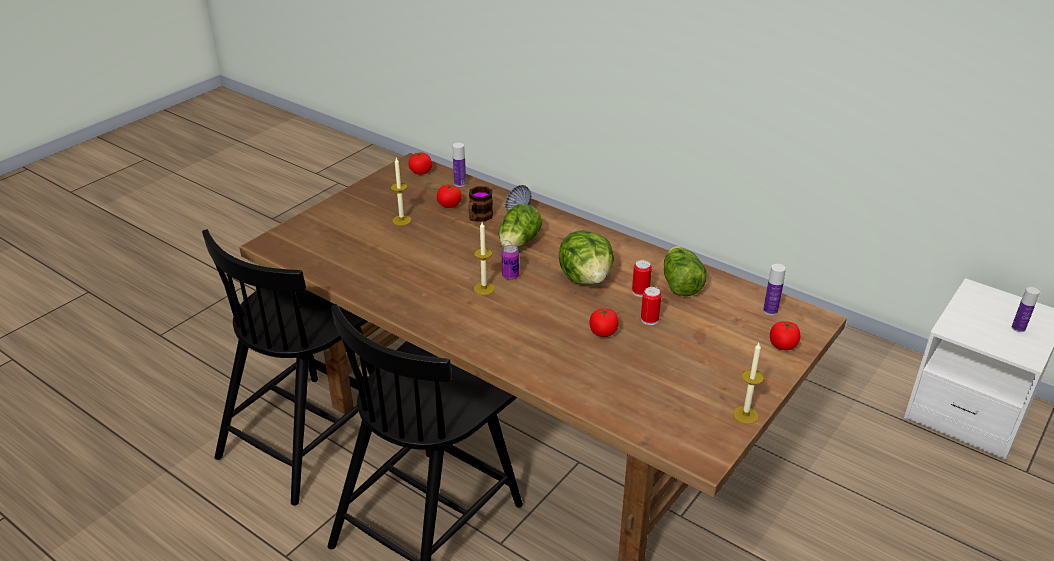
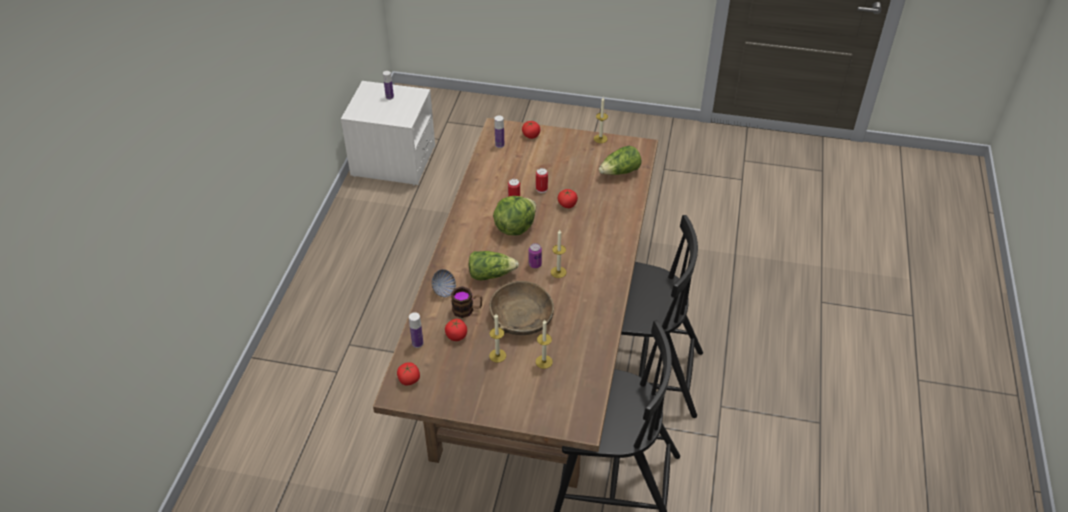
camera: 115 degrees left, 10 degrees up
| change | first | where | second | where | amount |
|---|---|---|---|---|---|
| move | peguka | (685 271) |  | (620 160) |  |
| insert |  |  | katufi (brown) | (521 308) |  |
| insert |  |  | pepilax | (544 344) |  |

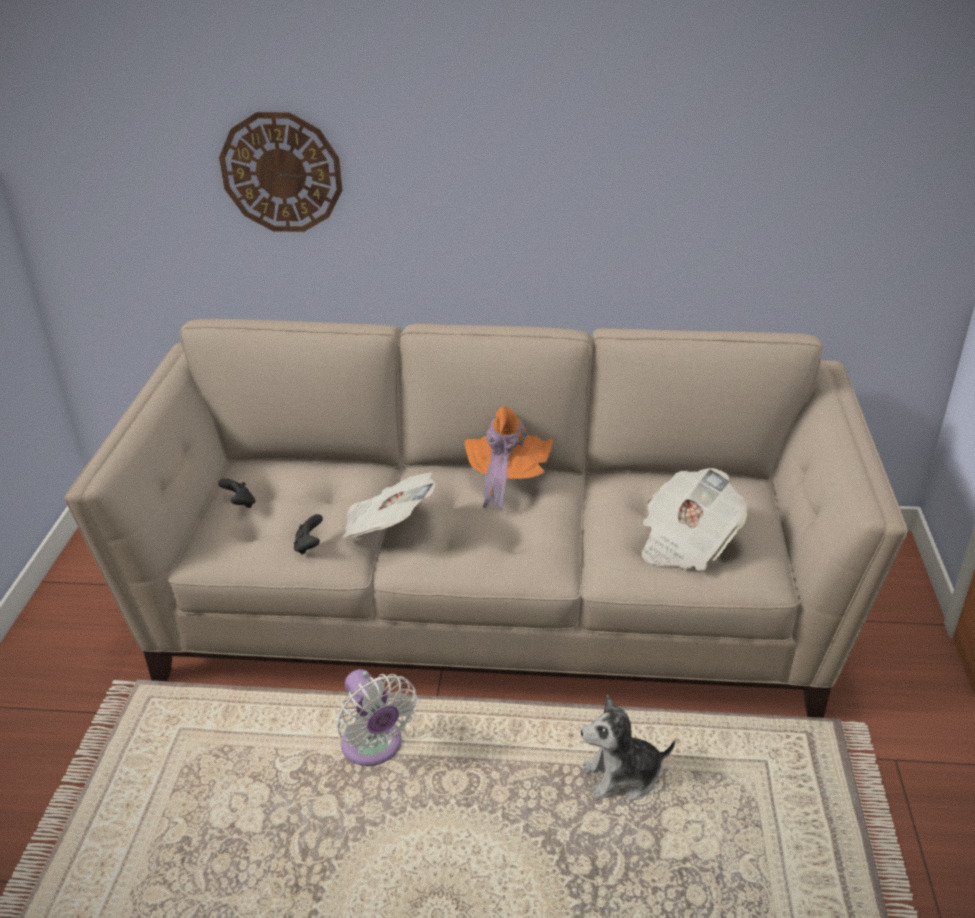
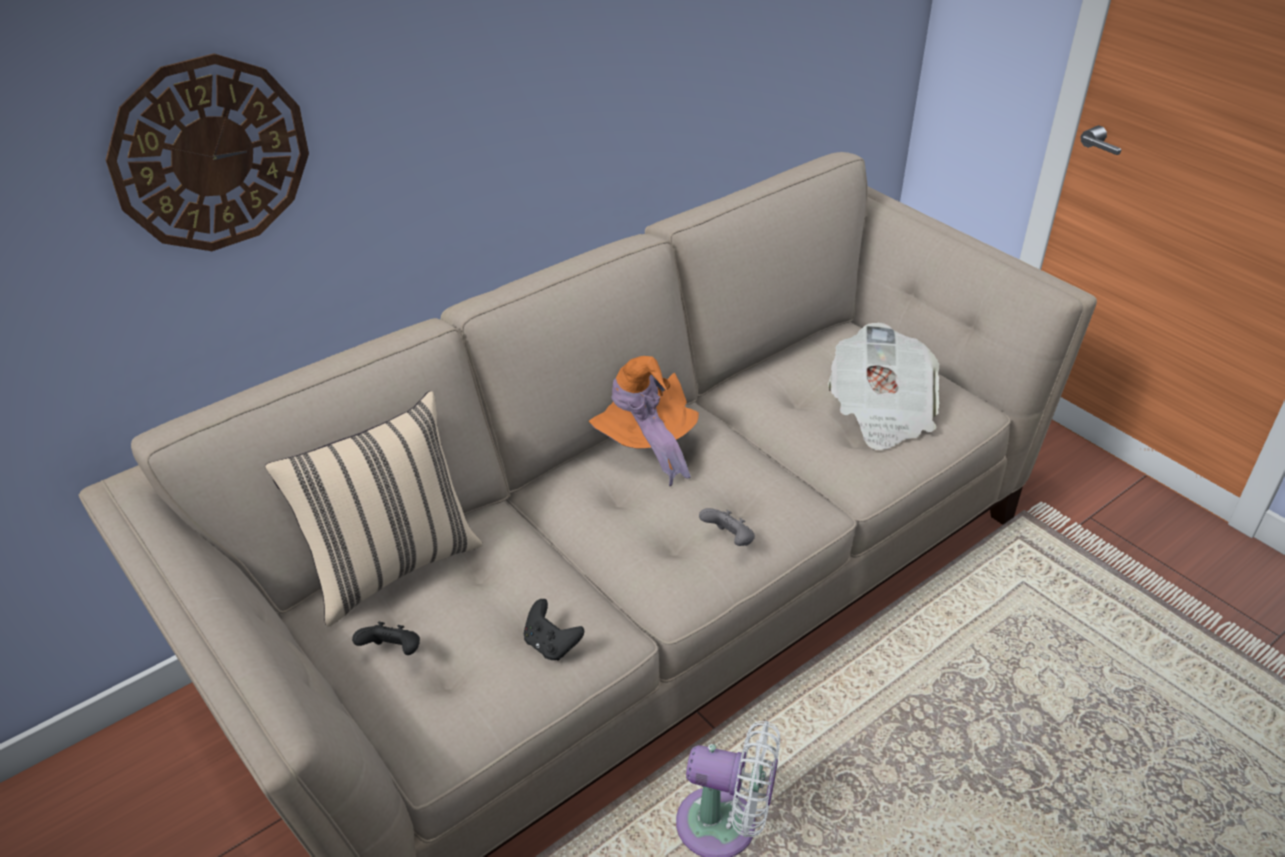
camera: 45 degrees left, 5 degrees up
| change | first | where | second | where | amount |
|---|---|---|---|---|---|
| delete | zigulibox | (388 505) |  |  |  |
| delete | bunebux | (628 748) |  |  |  |
| insert |  |  | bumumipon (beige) | (374 509) |  |
| insert |  |  | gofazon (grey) | (727 527) |  |

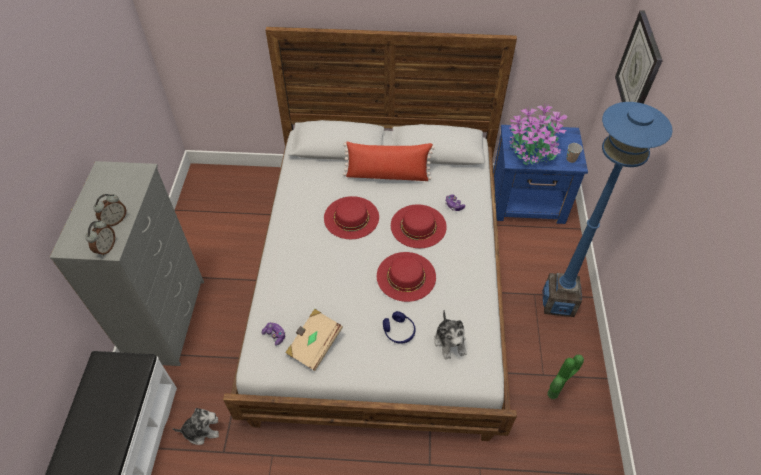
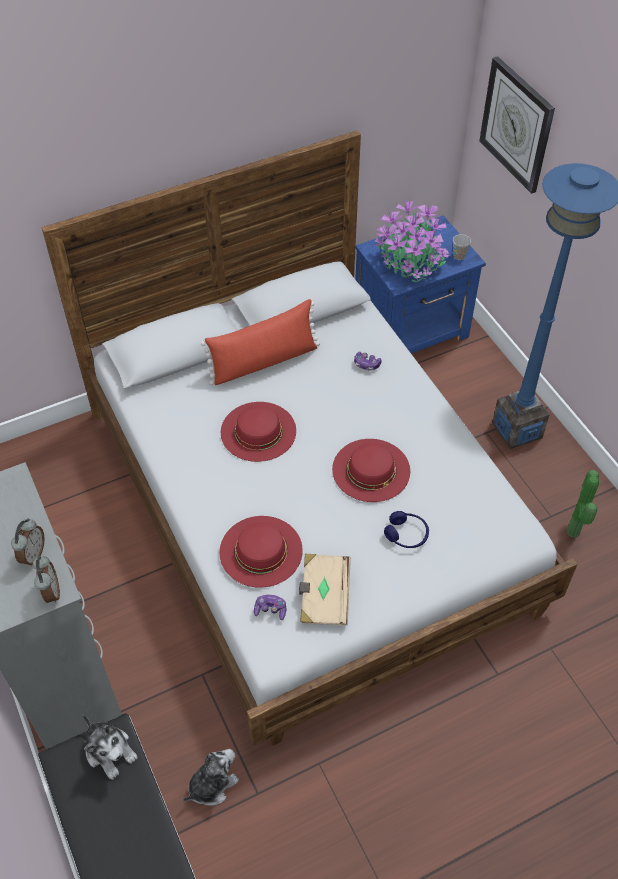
camera: 30 degrees left, 0 degrees up
| change | first | where | second | where | amount |
|---|---|---|---|---|---|
| move | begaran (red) | (419 226) |  | (261 552) |  |
| move | bunebux | (450 335) |  | (110 747) |  |

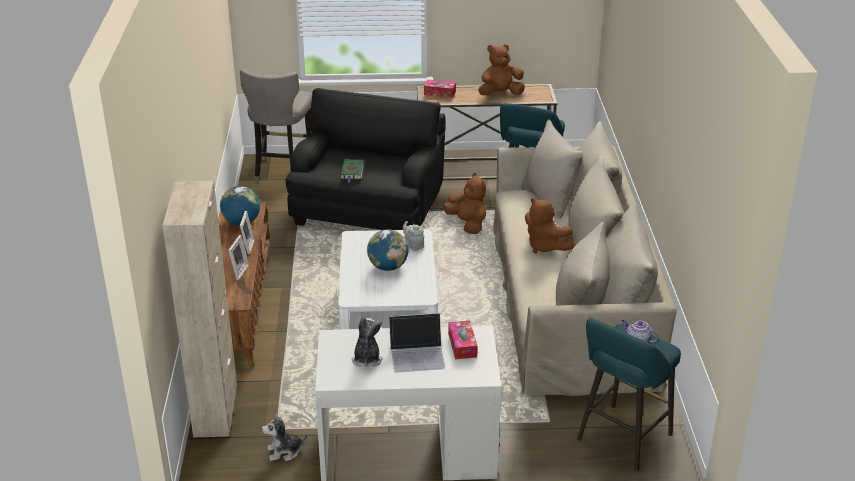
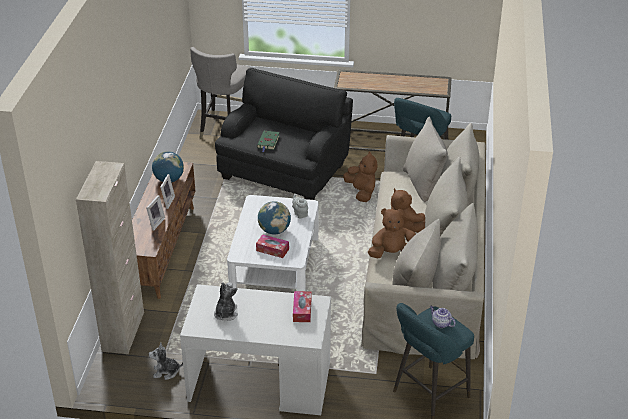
camera: 10 degrees right, 5 degrees up
| change | first | where | second | where | amount |
|---|---|---|---|---|---|
| delete | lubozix | (417 342) |  |  |  |
| move | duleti | (440 88) |  | (272 246) |  |
| move | bunebux (brown) | (501 69) |  | (392 233) |  |

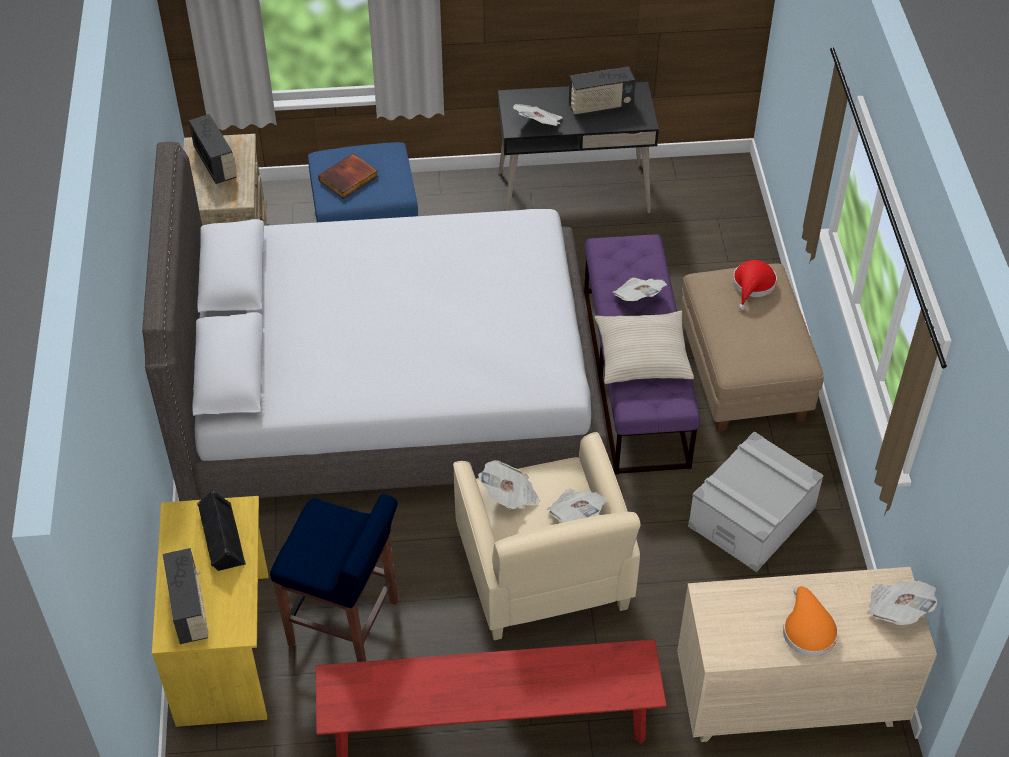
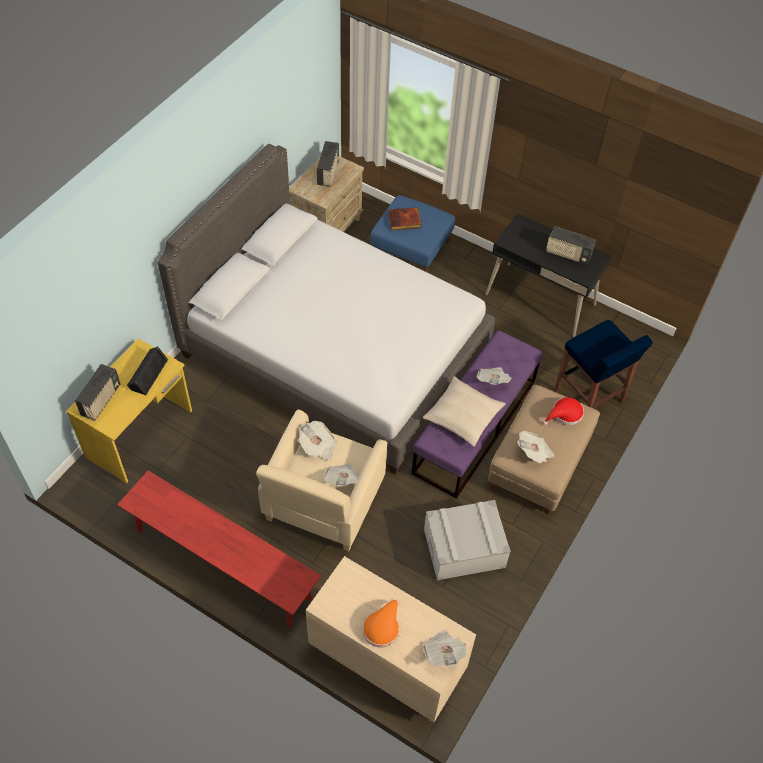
camera: 35 degrees right, 5 degrees up
| change | first | where | second | where | amount |
|---|---|---|---|---|---|
| move | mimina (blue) | (334 578) |  | (603 364) |  |
| move | zigulibox | (538 115) |  | (536 447) |  |

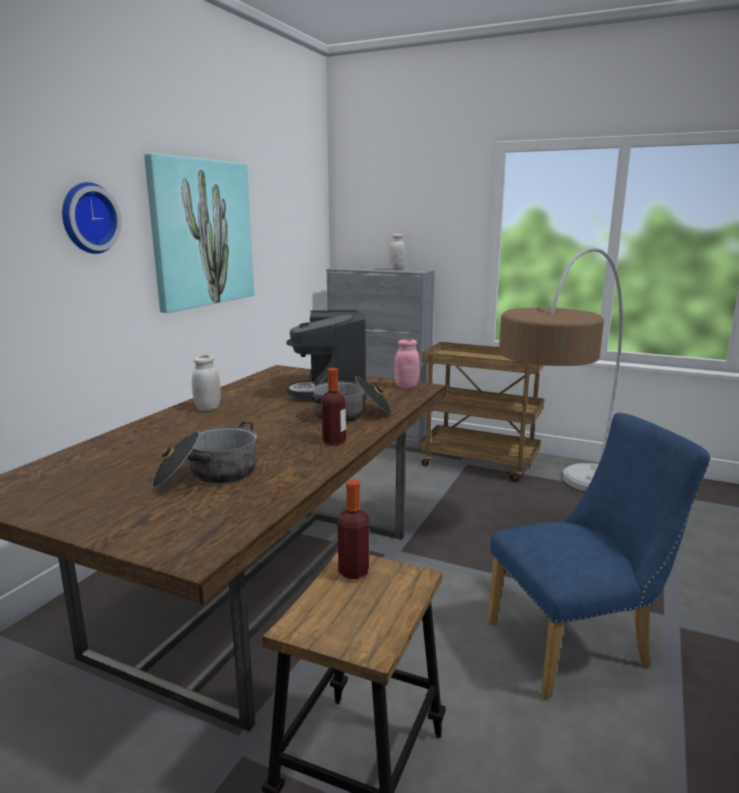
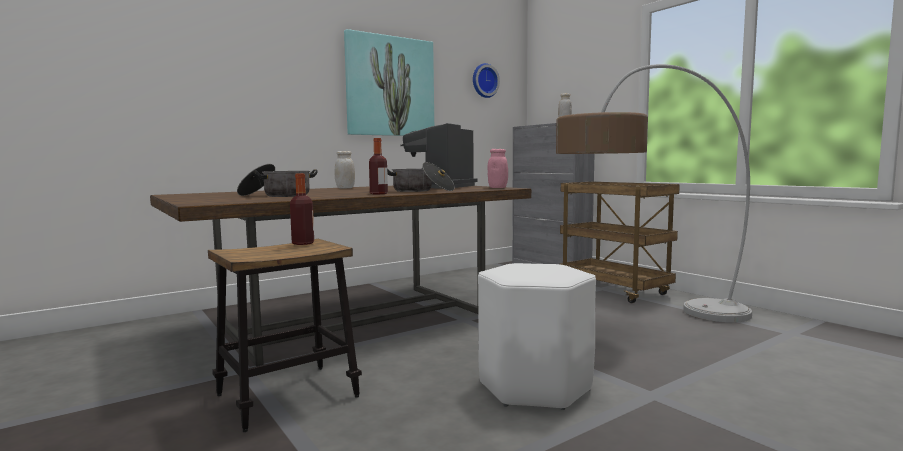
camera: 30 degrees right, 10 degrees down
| change | first | where | second | where | amount |
|---|---|---|---|---|---|
| move | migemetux | (92 218) |  | (486 80) |  |
| replace | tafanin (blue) | (599 556) | mimina (white) | (537 336) |  |

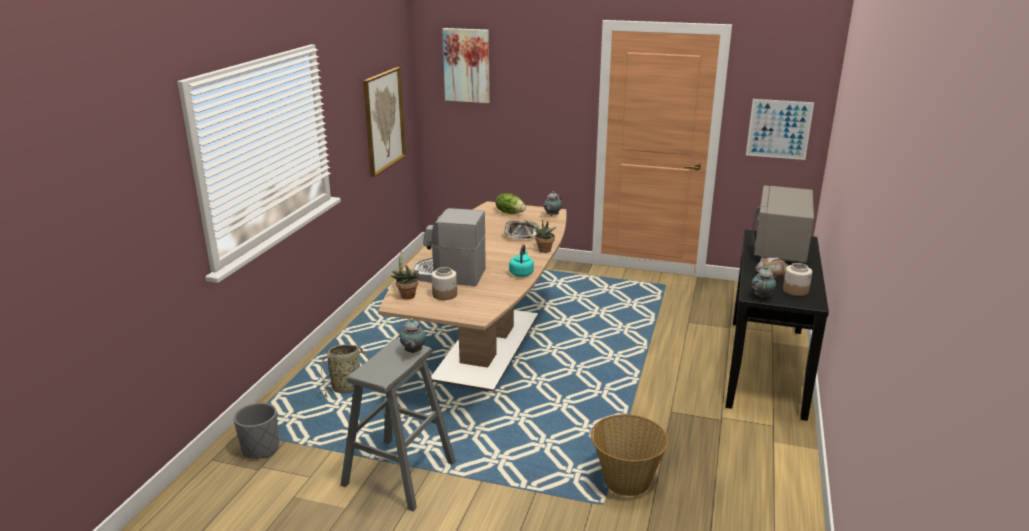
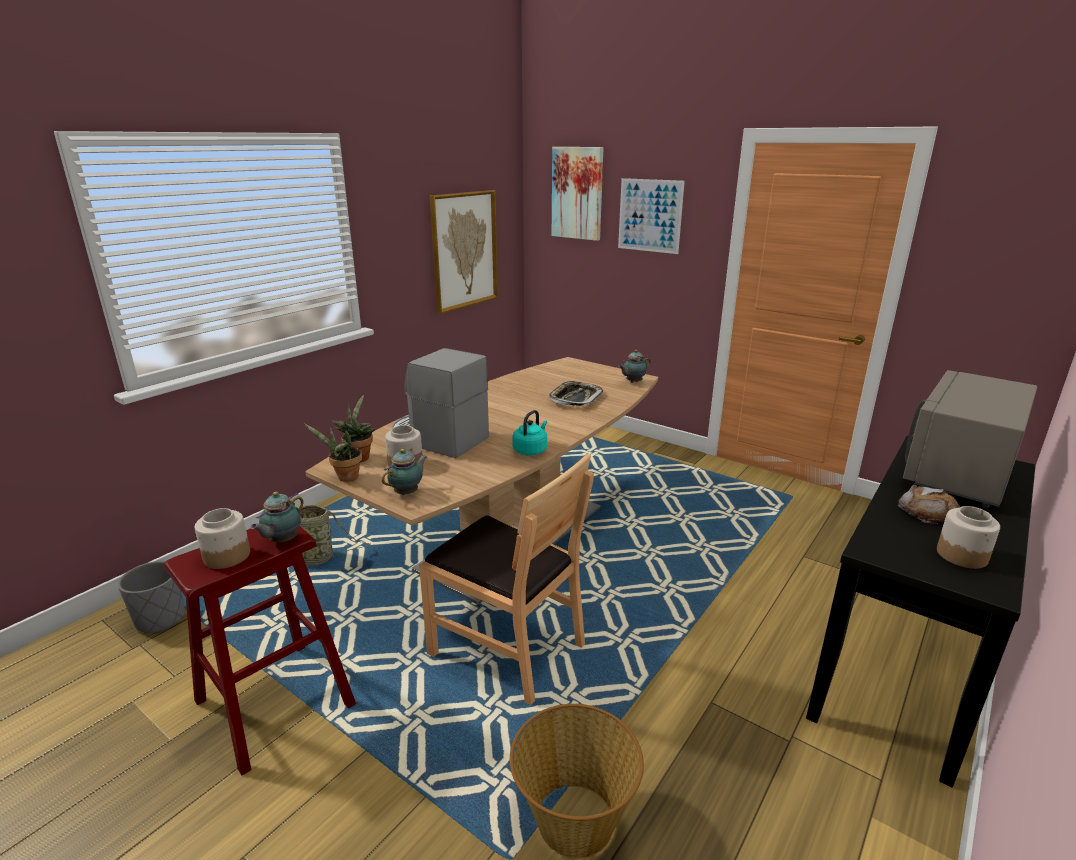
camera: 20 degrees right, 0 degrees up
| change | first | where | second | where | amount |
|---|---|---|---|---|---|
| recolor | mimina (grey) | (398 425) | mimina (red) | (260 651) |  |
| delete | peguka | (511 203) |  |  |  |
| move | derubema | (540 236) |  | (333 453) |  |
| move | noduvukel | (780 129) |  | (651 216) |  |
| move | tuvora | (764 282) |  | (404 472) |  |
| insert |  |  | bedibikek | (222 538) |  |
| insert |  |  | tafanin (brown) | (506 579) |  |

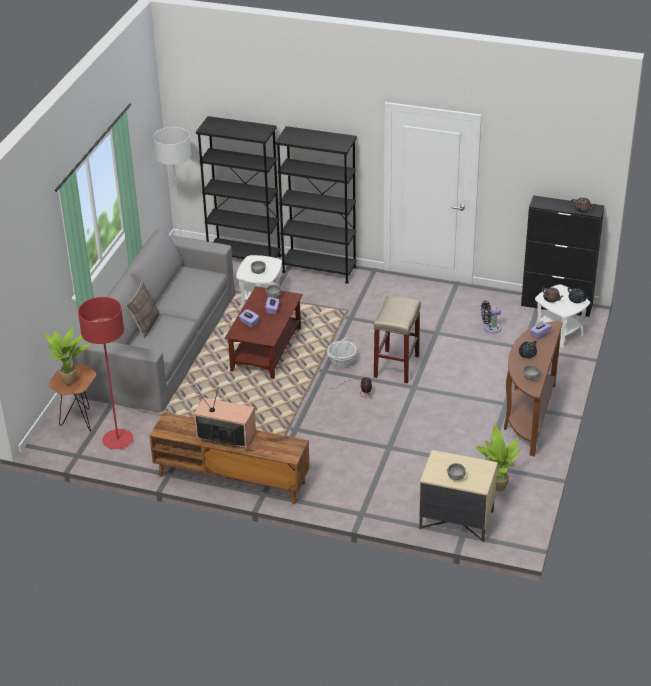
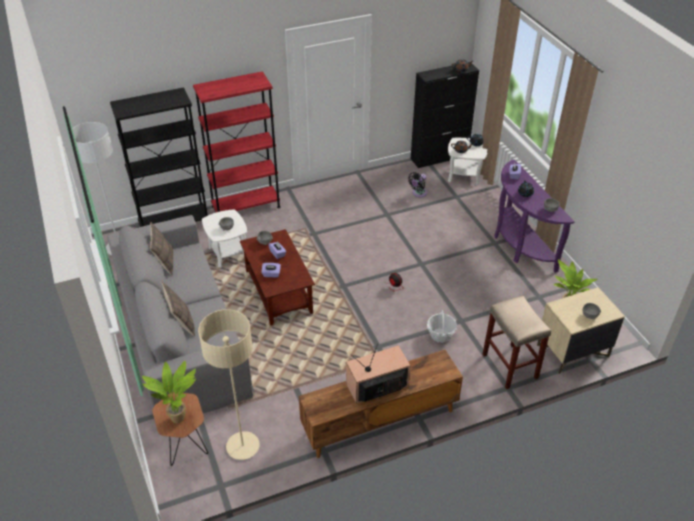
camera: 40 degrees left, 5 degrees up
| change | first | where | second | where | amount |
|---|---|---|---|---|---|
| recolor | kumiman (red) | (105 373) | kumiman (beige) | (229 384) |  |
| recolor | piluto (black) | (316 205) | piluto (red) | (237 141) |  |
| move | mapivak | (341 353) |  | (442 326) |  |
| move | mimina (beige) | (397 339) |  | (516 342) |  |
| recolor | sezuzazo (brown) | (533 389) | sezuzazo (purple) | (534 216) |  |
| insert |  |  | bumumipon | (161 249) |  |

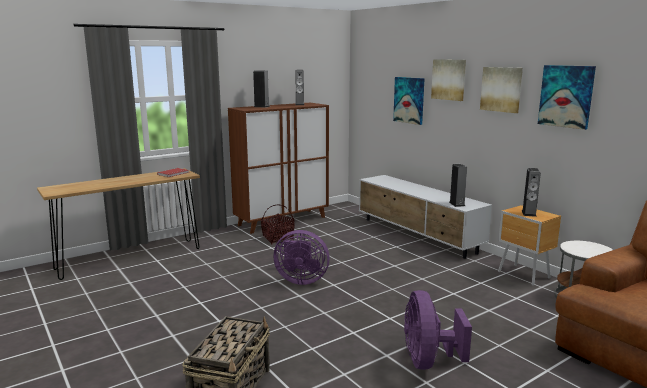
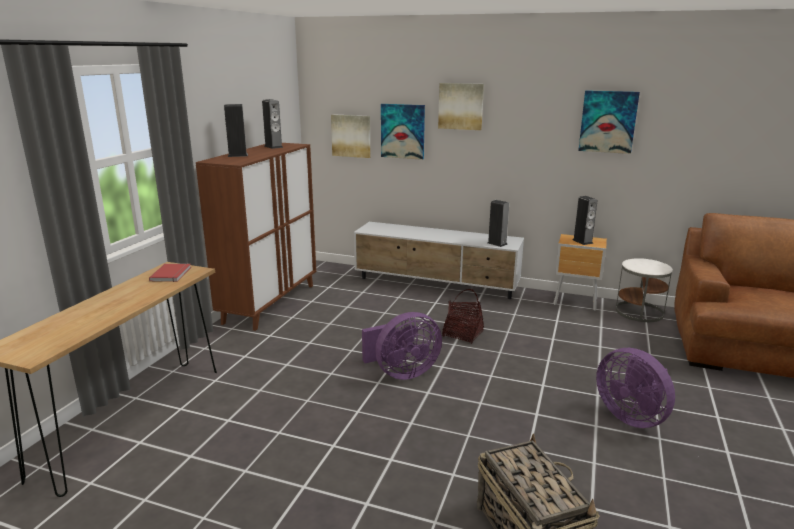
camera: 35 degrees left, 5 degrees up
| change | first | where | second | where | amount |
|---|---|---|---|---|---|
| move | mapivak | (277 224) |  | (463 316) |  |
| move | noduvukel | (501 90) |  | (350 136) |  |

